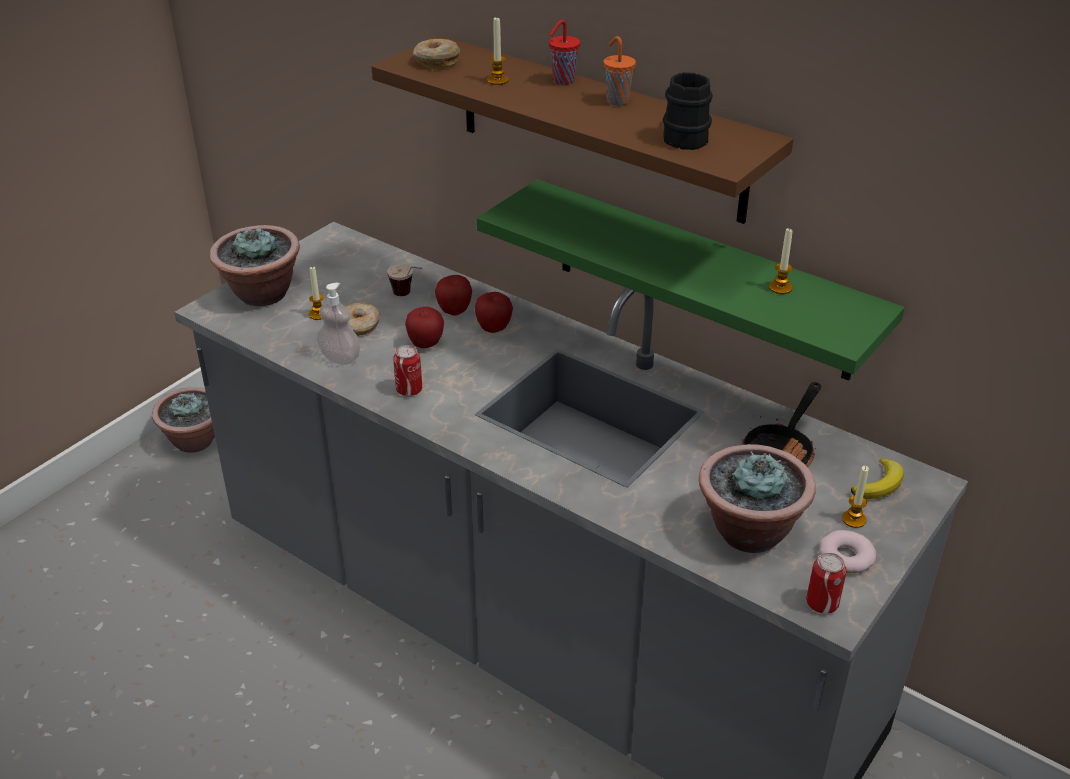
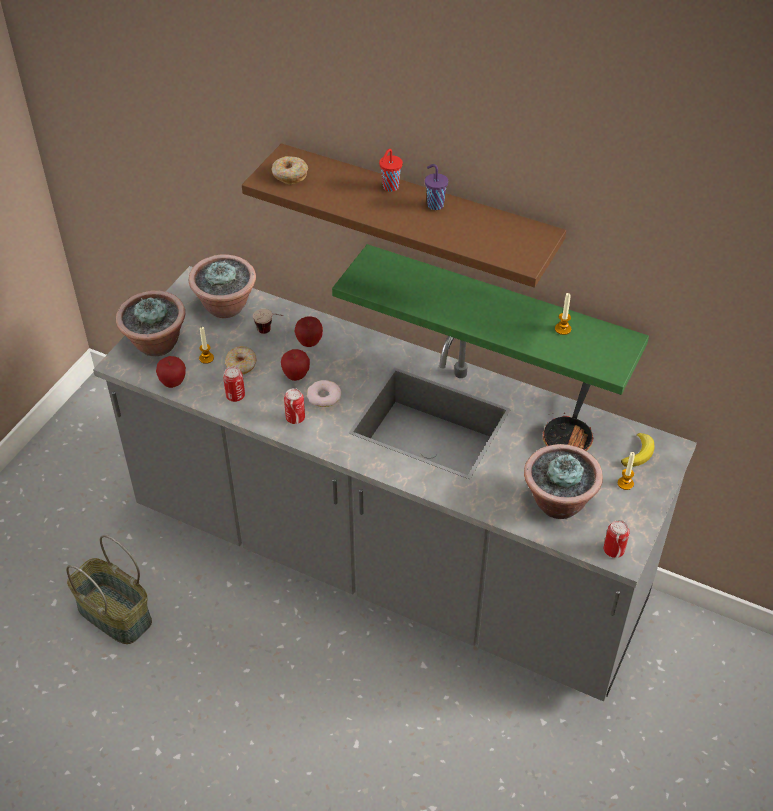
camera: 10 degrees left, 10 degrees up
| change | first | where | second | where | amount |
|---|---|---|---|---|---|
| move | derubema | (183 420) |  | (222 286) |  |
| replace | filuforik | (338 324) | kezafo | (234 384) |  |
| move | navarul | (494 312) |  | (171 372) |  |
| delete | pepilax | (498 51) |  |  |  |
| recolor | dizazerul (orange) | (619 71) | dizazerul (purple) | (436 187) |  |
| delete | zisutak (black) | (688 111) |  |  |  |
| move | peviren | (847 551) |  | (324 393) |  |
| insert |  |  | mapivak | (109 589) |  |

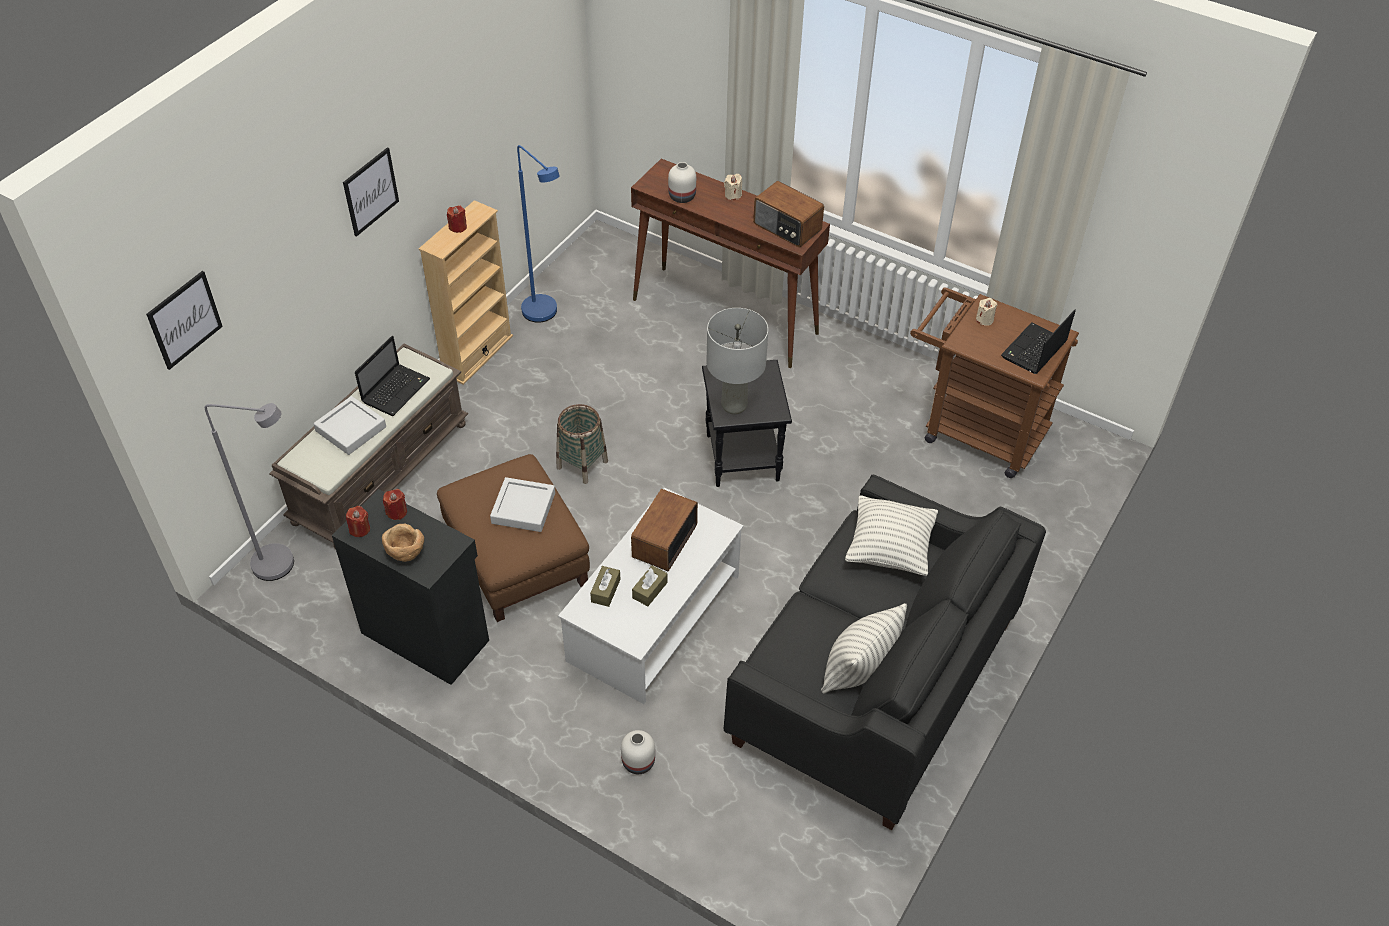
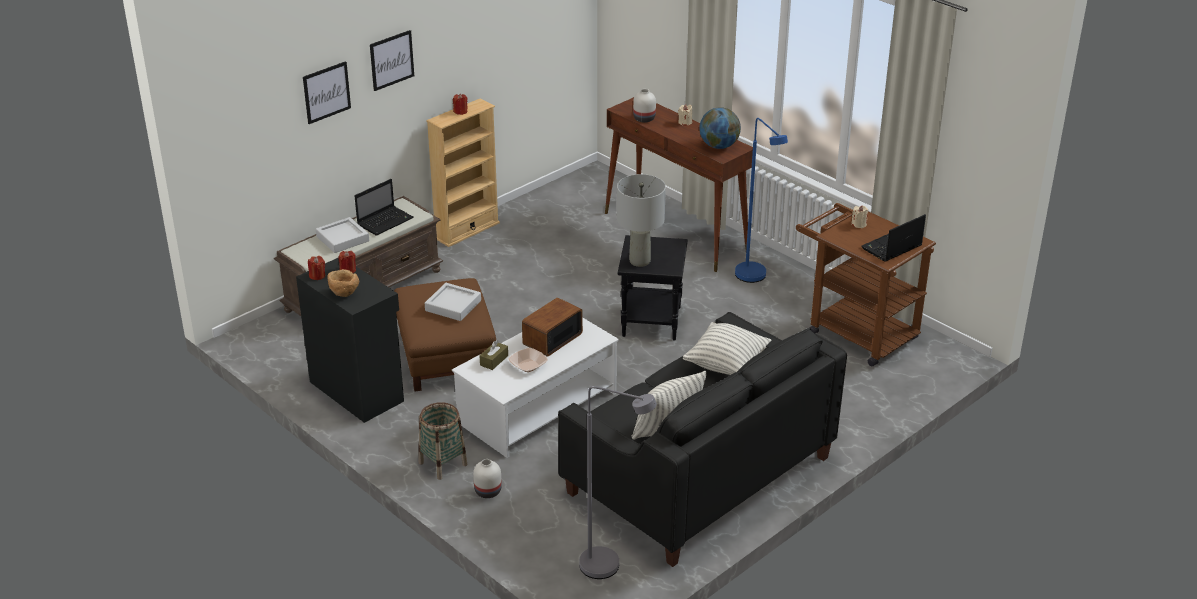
camera: 15 degrees right, 15 degrees down
| change | first | where | second | where | amount |
|---|---|---|---|---|---|
| move | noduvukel | (184 320) |  | (327 92) |  |
| move | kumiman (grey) | (249 492) |  | (618 482) |  |
| move | kumiman (blue) | (538 234) |  | (761 200) |  |
| move | mapivak | (582 444) |  | (442 441) |  |
| replace | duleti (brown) | (650 585) | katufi | (528 360) |  |
| replace | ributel | (788 214) | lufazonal | (720 128) |  |

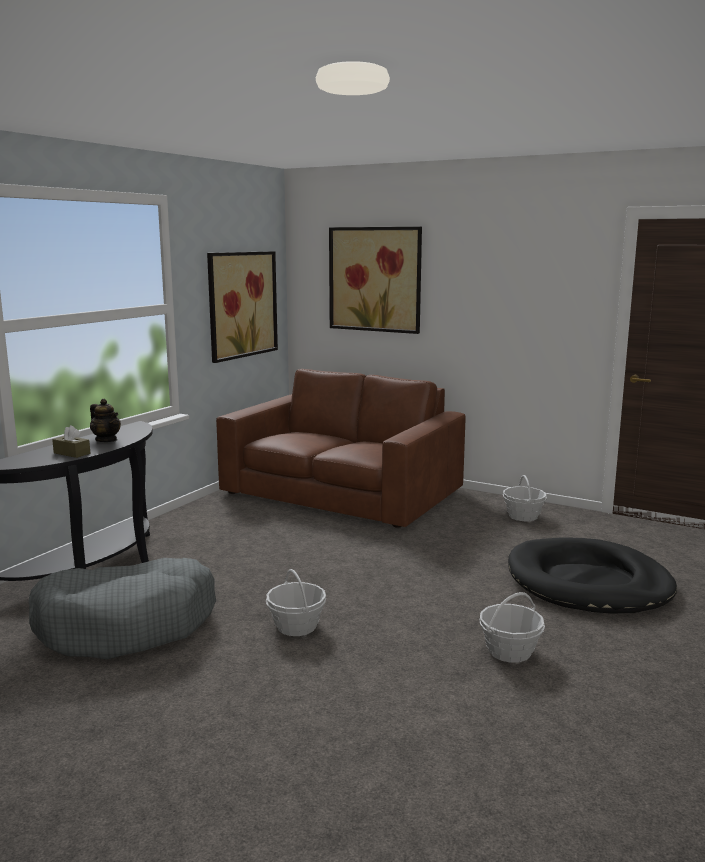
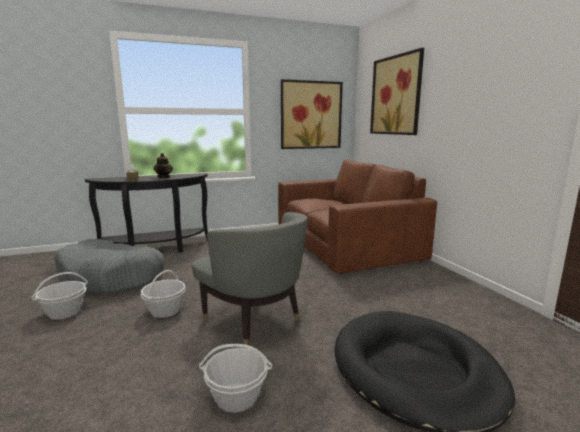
camera: 40 degrees right, 0 degrees up
| change | first | where | second | where | amount |
|---|---|---|---|---|---|
| move | mapivak | (525 498) |  | (59 296) |  |
| insert |  |  | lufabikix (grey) | (250 280) |  |

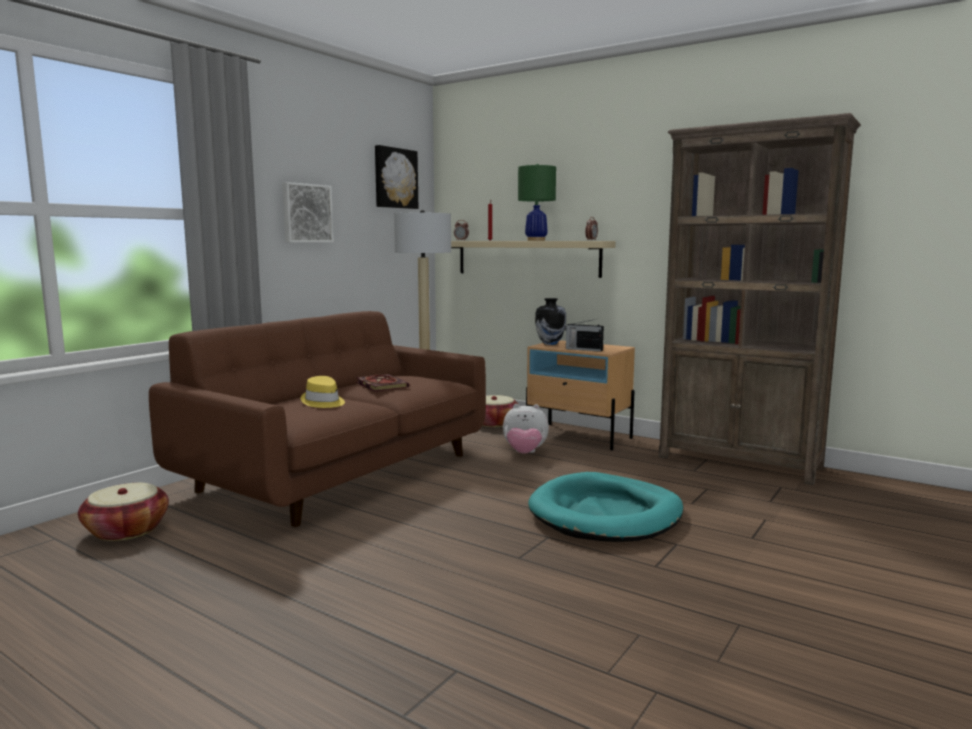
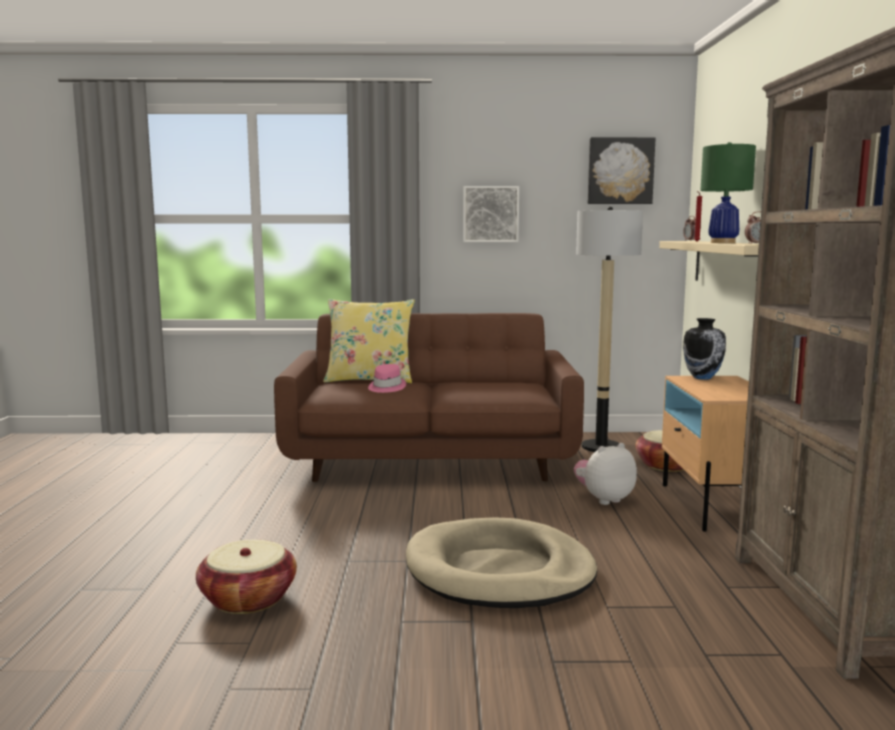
camera: 55 degrees right, 0 degrees up
| change | first | where | second | where | amount |
|---|---|---|---|---|---|
| move | mapivak | (123 512) |  | (246 577) |  |
| recolor | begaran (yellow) | (323 392) | begaran (pink) | (387 378) |  |
| delete | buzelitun | (382 383) |  |  |  |
| rotate | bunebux | (526 429) |  | (605 474) | 90 degrees clockwise |
| recolor | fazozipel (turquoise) | (605 507) | fazozipel (beige) | (501 562) |  |
| delete | ributel | (584 336) |  |  |  |
| insert |  |  | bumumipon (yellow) | (369 341) |  |

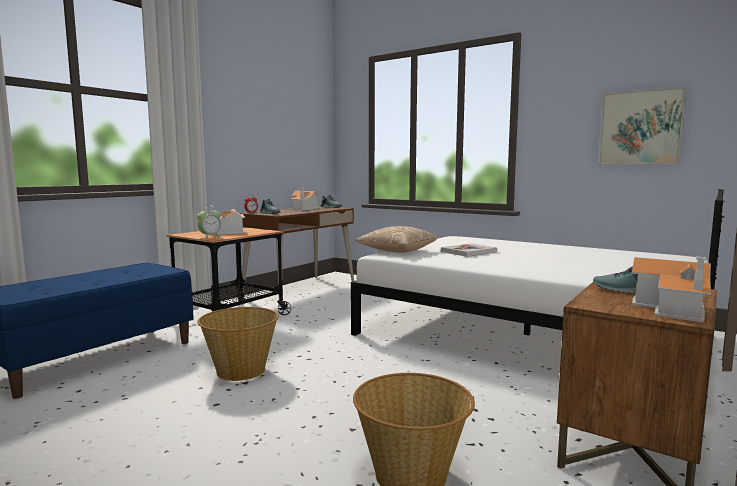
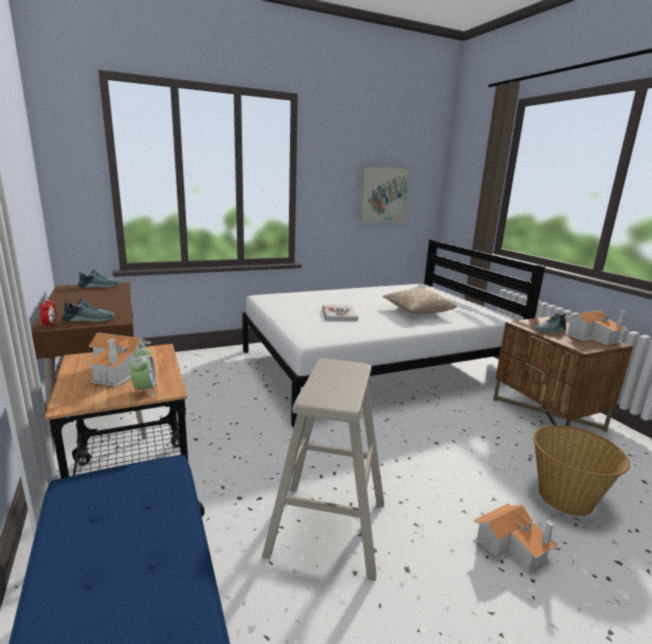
camera: 60 degrees left, 10 degrees up
| change | first | where | second | where | amount |
|---|---|---|---|---|---|
| replace | mapivak | (238 344) | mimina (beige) | (323 470) |  |
| move | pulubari | (304 198) |  | (515 538) |  |
| move | bumumipon | (395 239) |  | (420 301) |  |

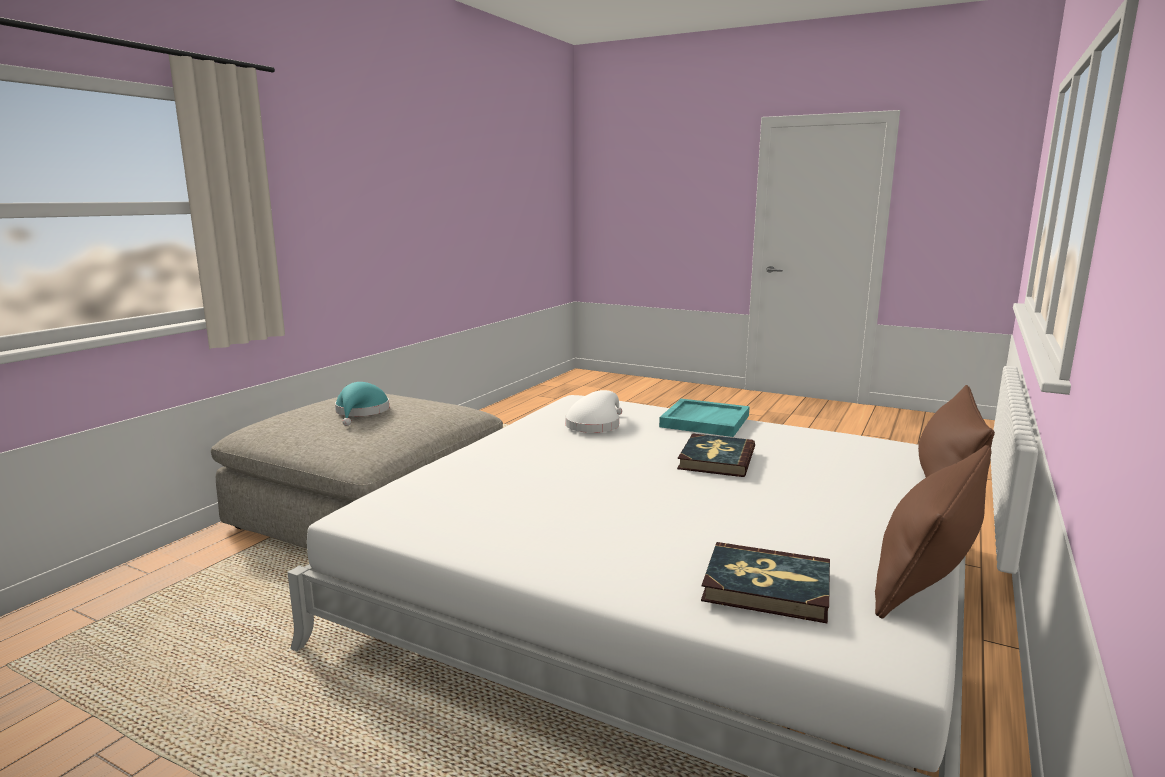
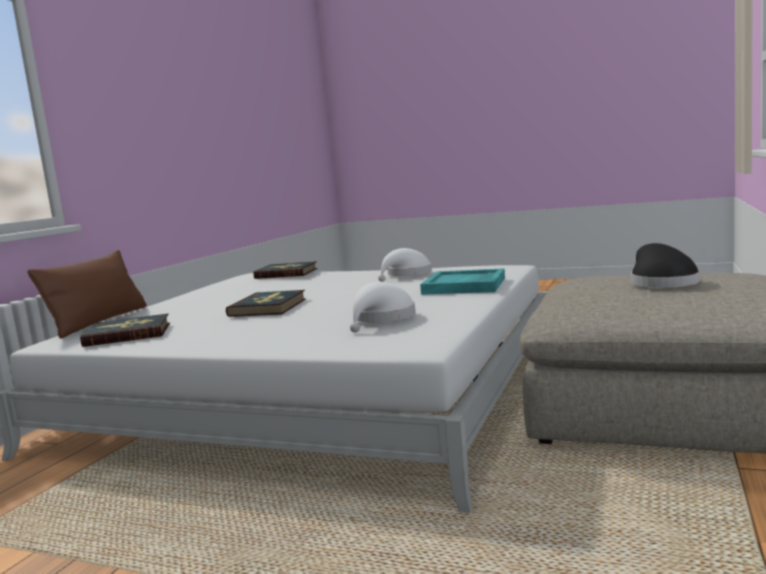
camera: 175 degrees right, 5 degrees down
| change | first | where | second | where | amount |
|---|---|---|---|---|---|
| recolor | begaran (turquoise) | (362 404) | begaran (black) | (665 265) |  |
| move | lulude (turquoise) | (704 418) |  | (462 282) |  |
| delete | bumumipon (brown) | (933 531) |  |  |  |
| insert |  |  | buzelitun | (125 330) |  |
| insert |  |  | begaran (white) | (405 265) |  |

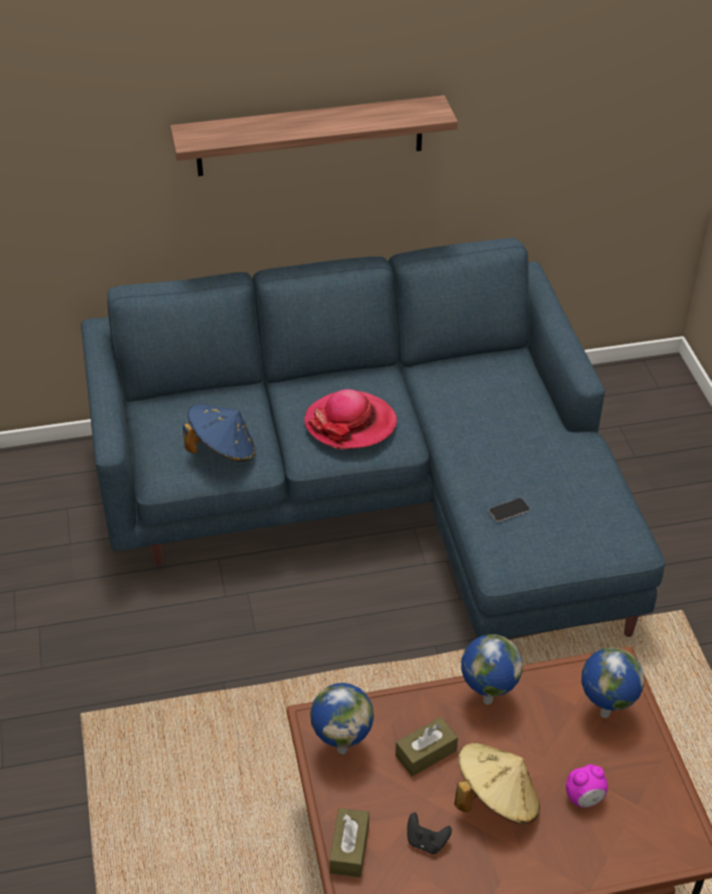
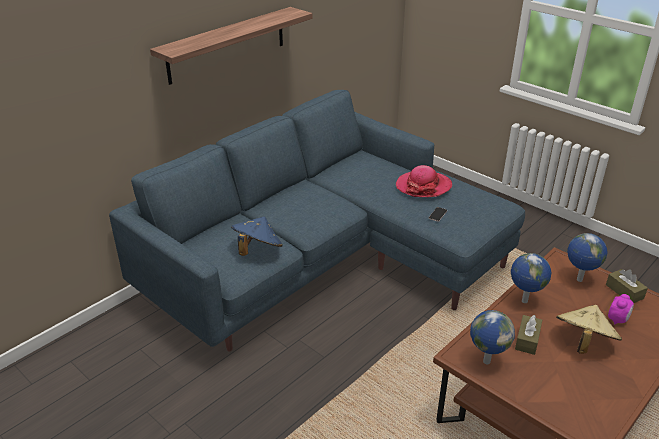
camera: 35 degrees left, 10 degrees down
| change | first | where | second | where | amount |
|---|---|---|---|---|---|
| move | begaran | (350 419) |  | (424 181) |  |
| move | duleti (brown) | (349 843) |  | (627 286) |  |
| delete | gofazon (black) | (429 833) |  |  |  |

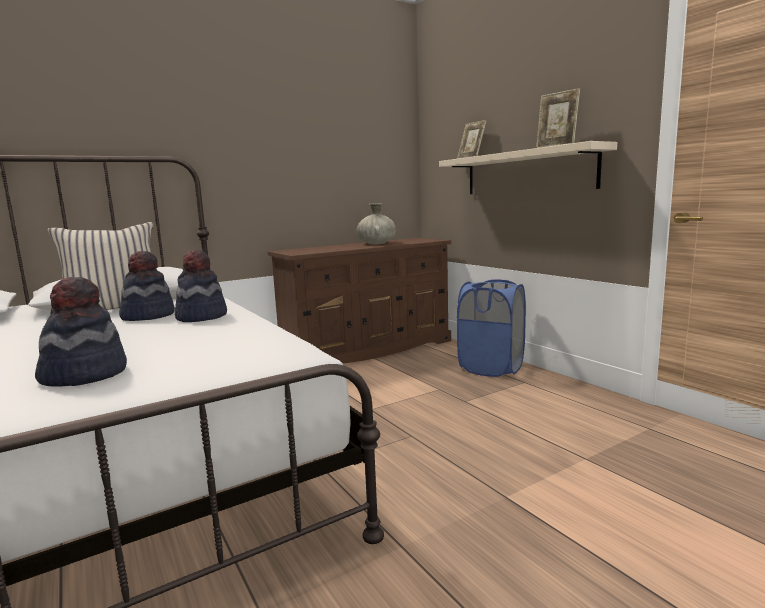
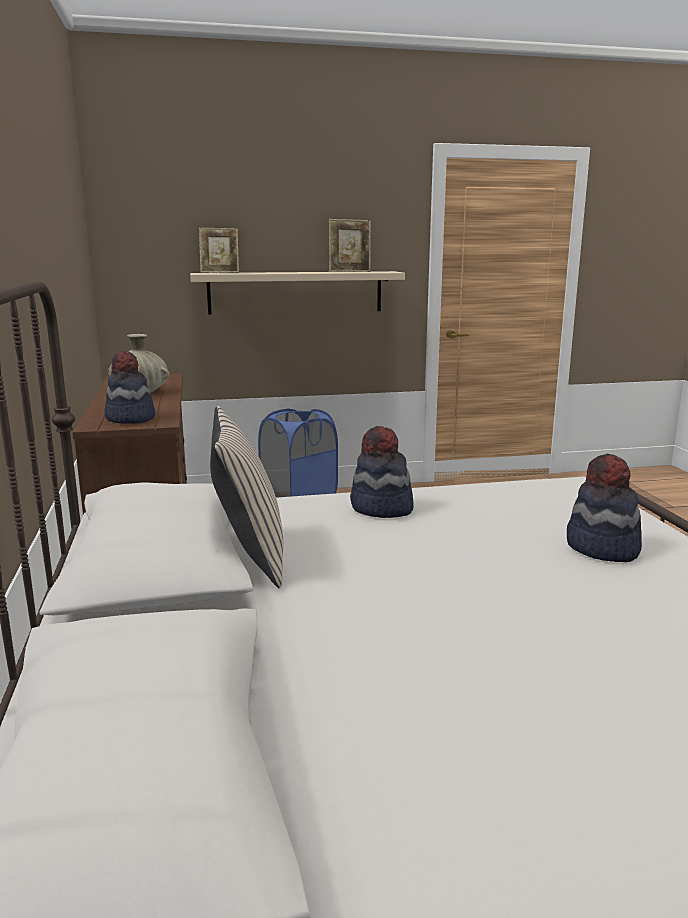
camera: 70 degrees left, 5 degrees up
| change | first | where | second | where | amount |
|---|---|---|---|---|---|
| move | begaran | (147 286) |  | (129 387) |  |

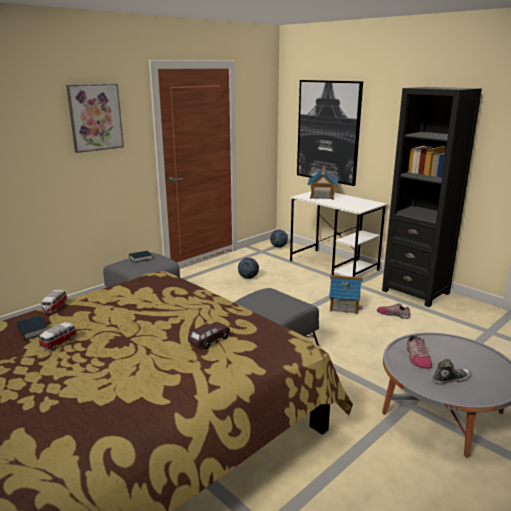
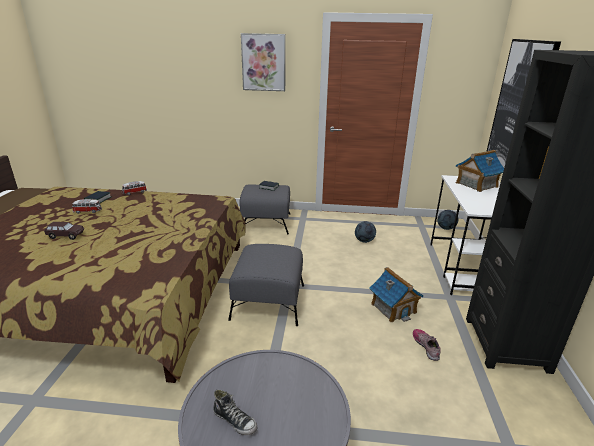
camera: 50 degrees right, 5 degrees up
| change | first | where | second | where | amount |
|---|---|---|---|---|---|
| move | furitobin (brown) | (209 335) |  | (64 231) |  |
| delete | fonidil | (419 352) |  |  |  |

